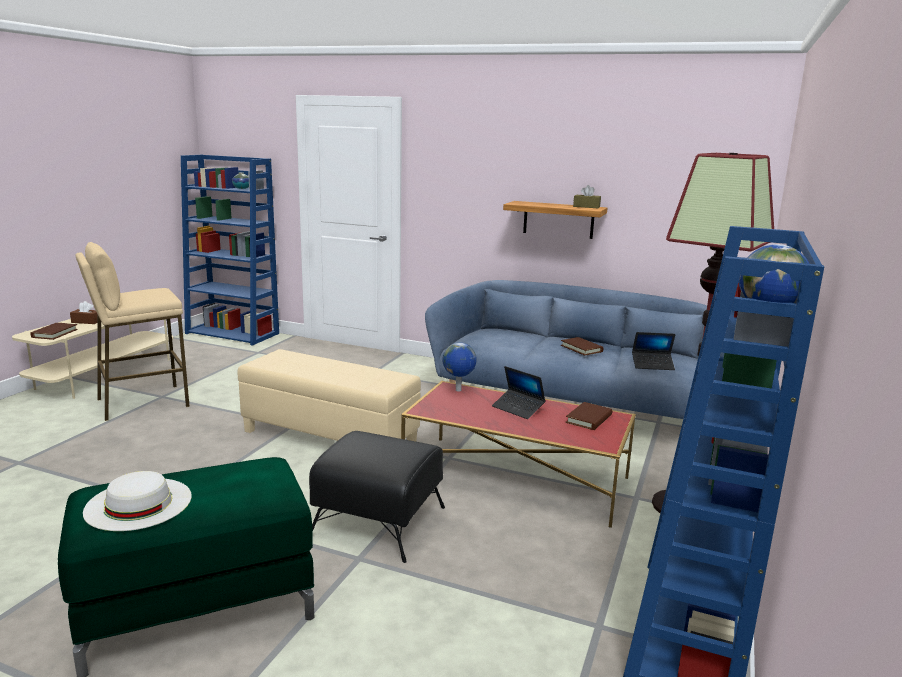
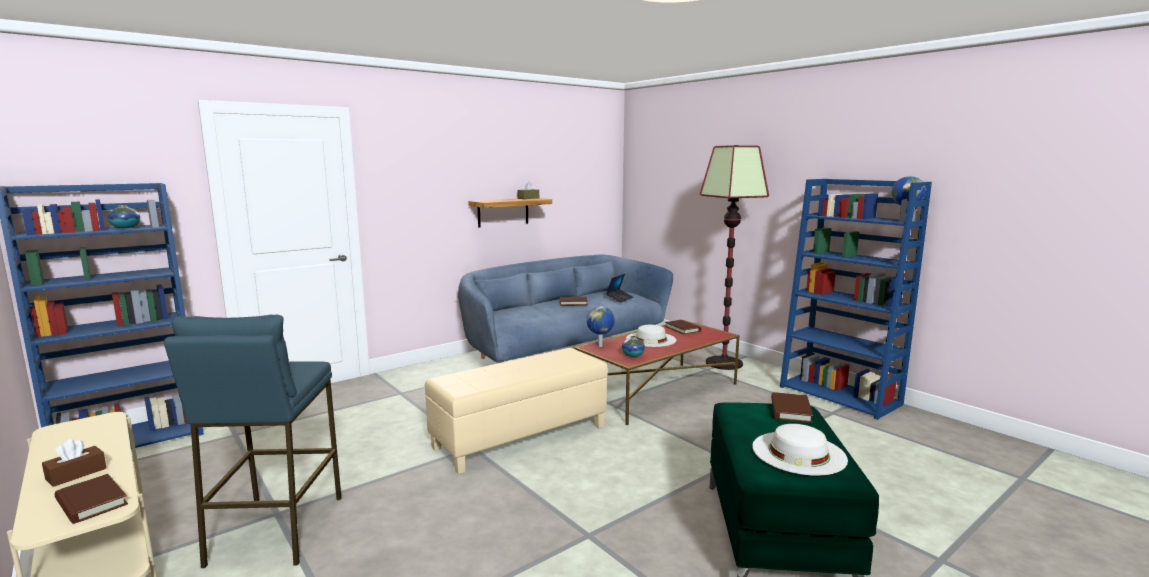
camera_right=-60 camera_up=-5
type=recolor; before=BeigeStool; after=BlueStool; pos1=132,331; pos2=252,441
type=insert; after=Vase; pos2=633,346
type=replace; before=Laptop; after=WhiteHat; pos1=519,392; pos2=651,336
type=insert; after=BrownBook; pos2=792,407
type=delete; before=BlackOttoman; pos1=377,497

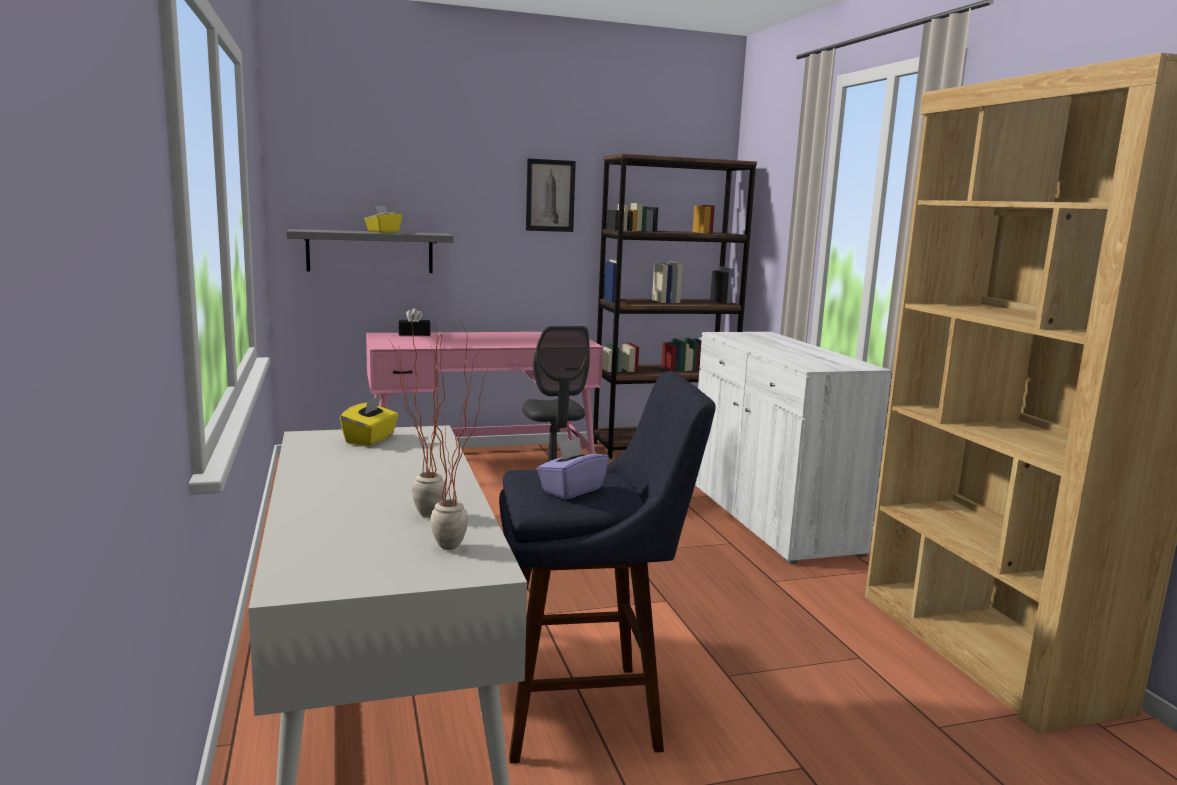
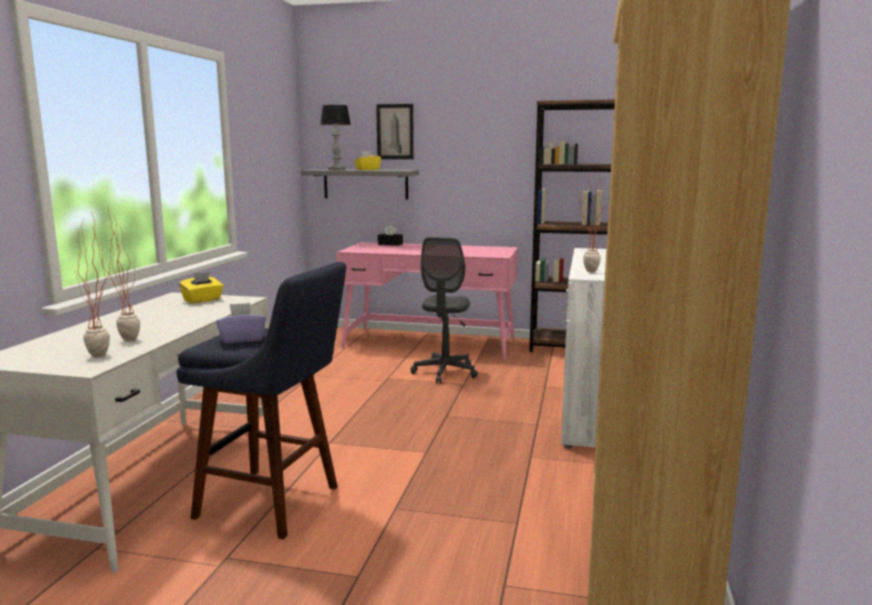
camera_right=30 camera_up=0
type=insert; after=TableLamp; pos2=335,137
type=move; before=Picture; pos1=551,195; pos2=395,131
type=insert; after=PottedPlant; pos2=590,219

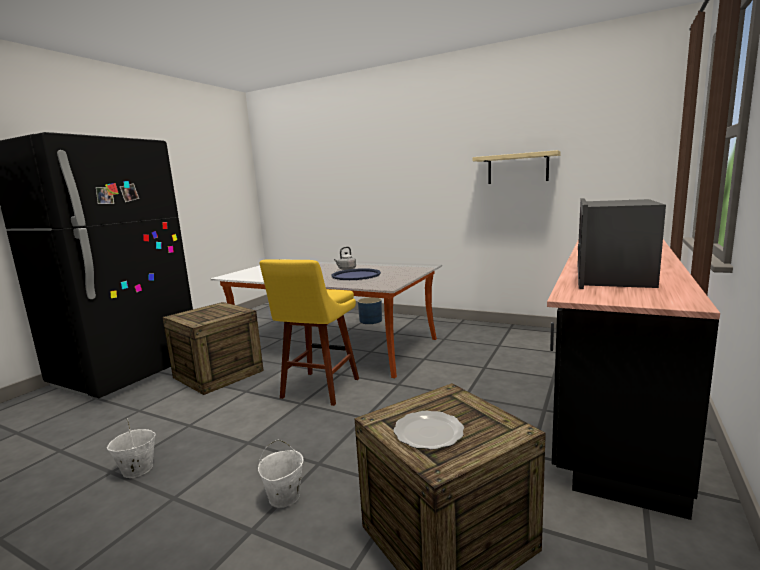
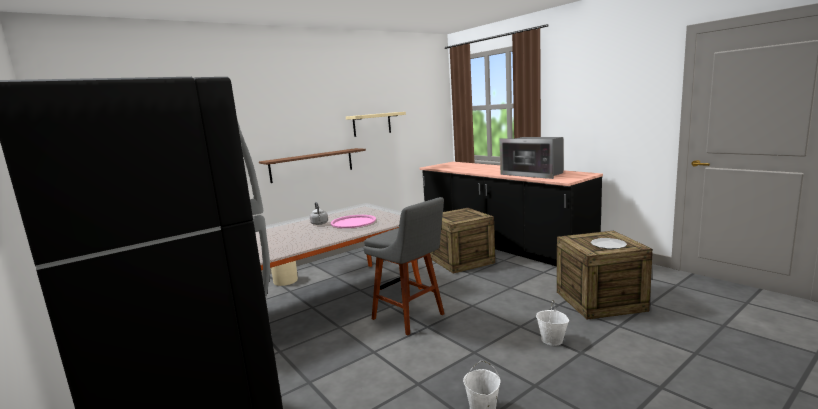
camera_right=-65 camera_up=0
type=insert; after=BrownShelf; pos2=312,165
type=recolor; before=BluePlanter; after=BeigePlanter; pos1=370,310; pos2=284,273
type=recolor; before=BlueTray; after=PinkTray; pos1=356,274; pos2=353,221
type=recolor; before=YellowStool; after=GreyStool; pos1=309,333; pos2=404,266
type=move; before=Crate; pos1=213,348; pos2=462,241

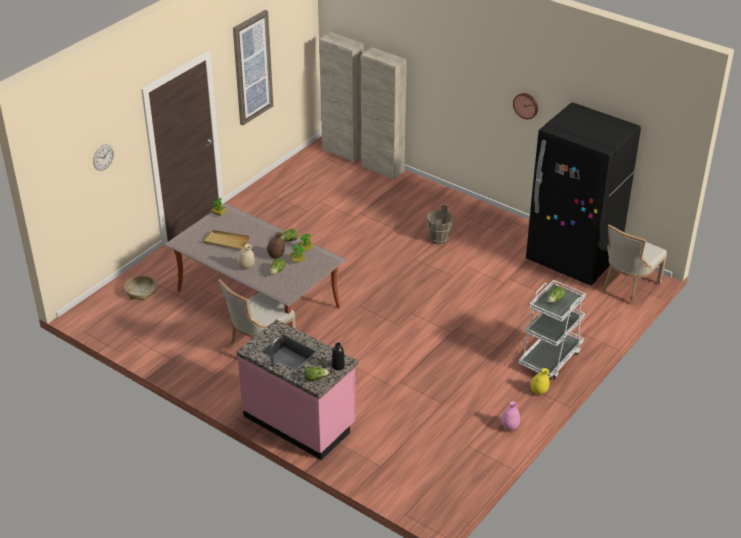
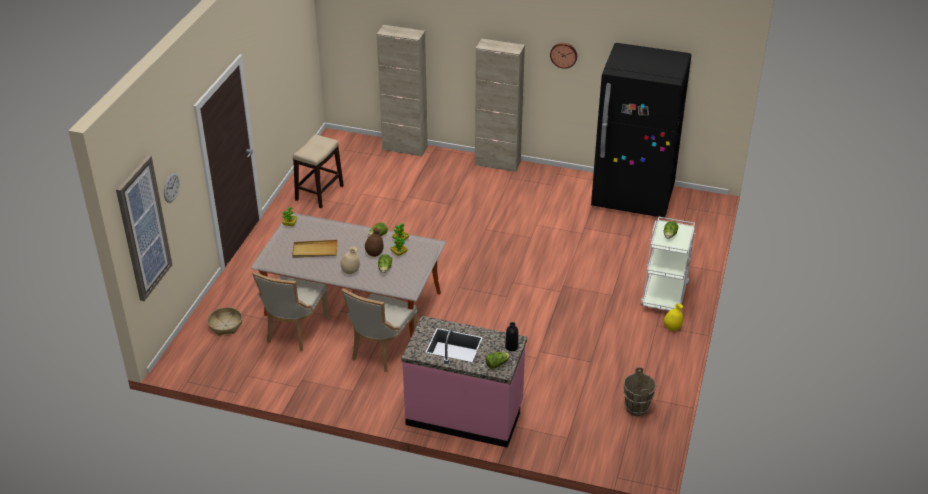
camera_right=-20 camera_up=0
type=move; before=Picture; pos1=253,67; pos2=144,228
type=move; before=BeigeChair; pos1=634,264; pos2=291,311
type=insert; after=Stool; pos2=318,171
type=move; before=BeigeCabinet; pos1=341,97; pos2=500,105
type=move; before=BrownBucket; pos1=440,225; pos2=639,391
type=delete; before=PinkVase; pos1=510,416

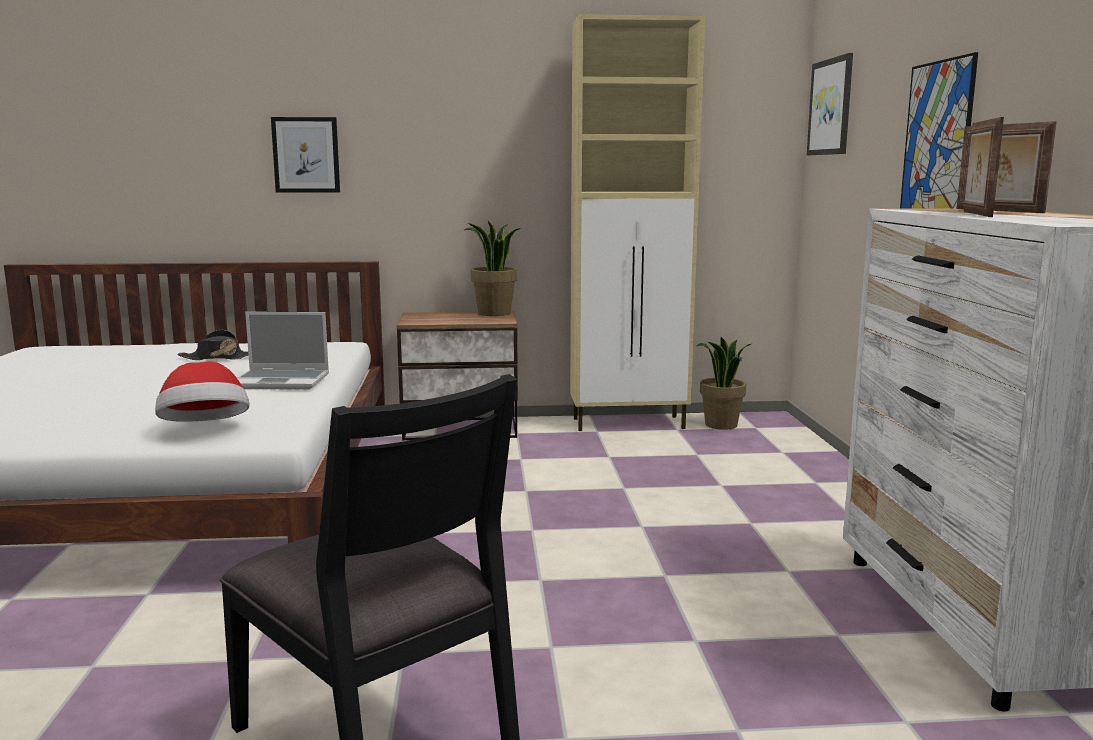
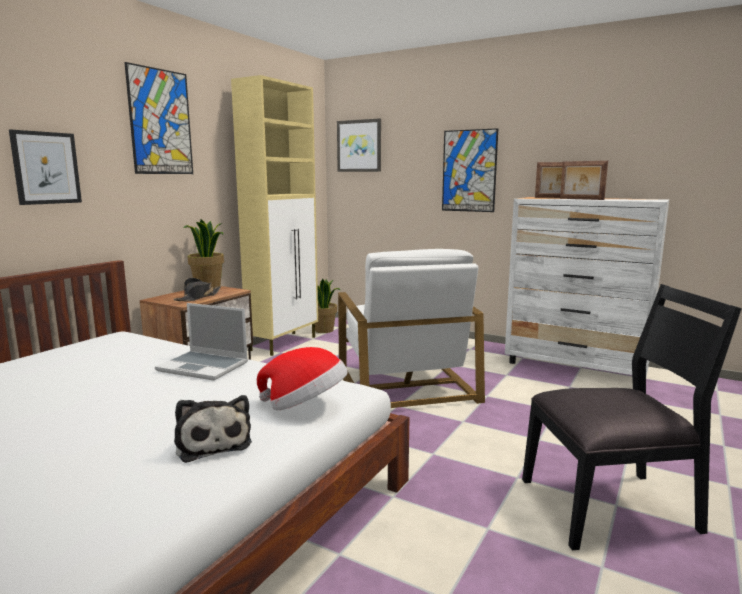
camera_right=-55 camera_up=0
type=insert; after=Picture; pos2=158,118
type=rotate; before=Laptop; pos1=283,351; pos2=201,342; turn=75
type=move; before=BlackHat; pos1=213,345; pos2=197,289
type=insert; after=PlushToy; pos2=213,429
type=insert; after=WhiteArmchair; pos2=411,328

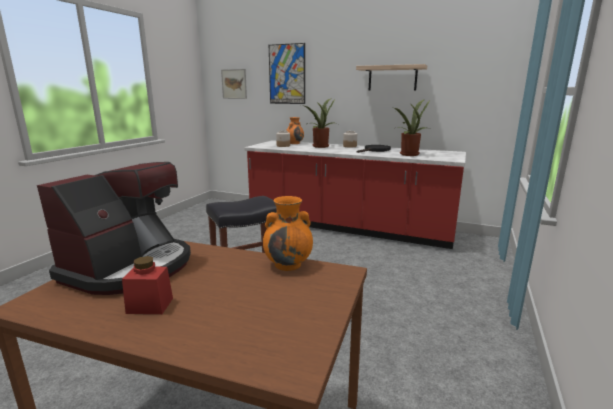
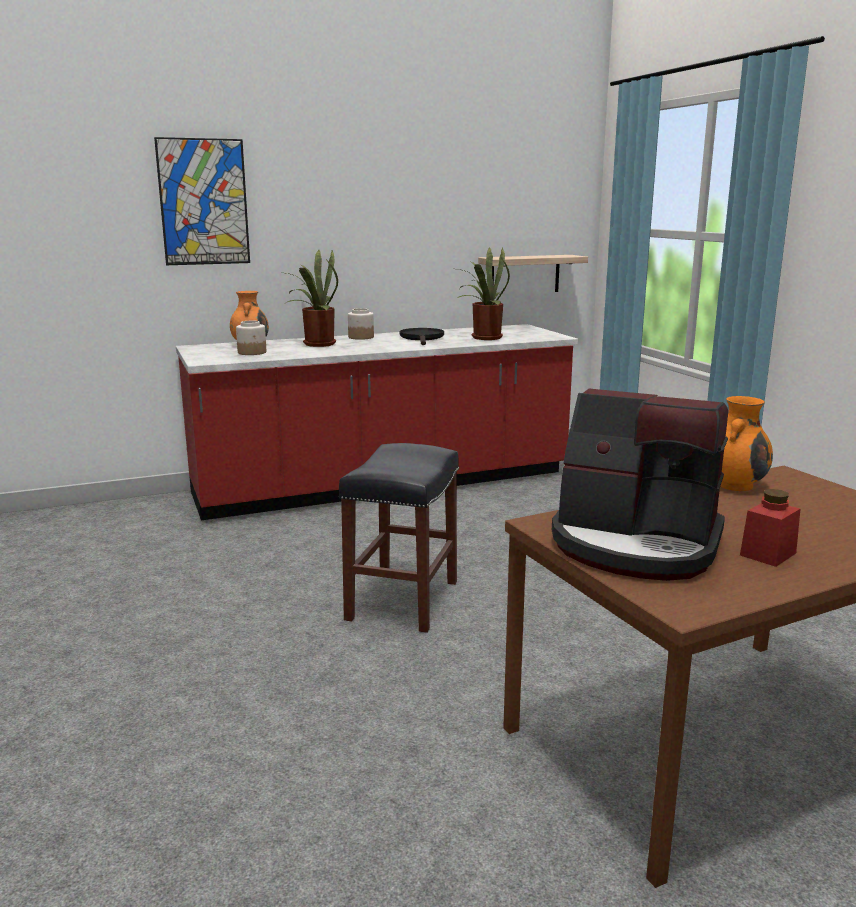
camera_right=-45 camera_up=0
type=move; before=Shelf; pos1=391,77; pos2=533,273
type=rotate; before=CoffeeMachine; pos1=114,228; pos2=640,485; turn=135
type=delete; before=Picture; pos1=234,84

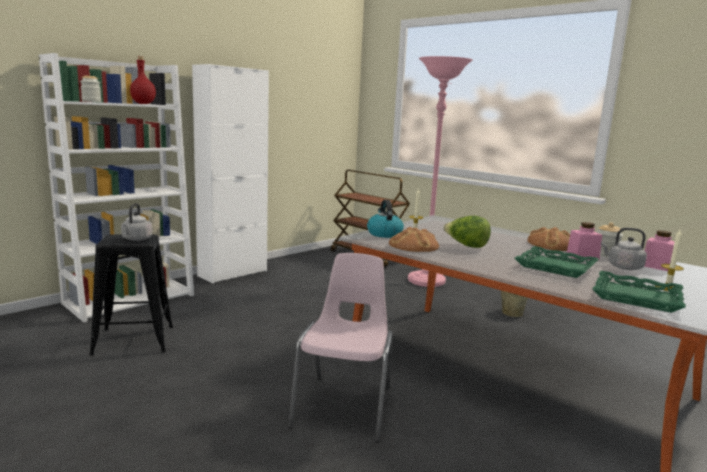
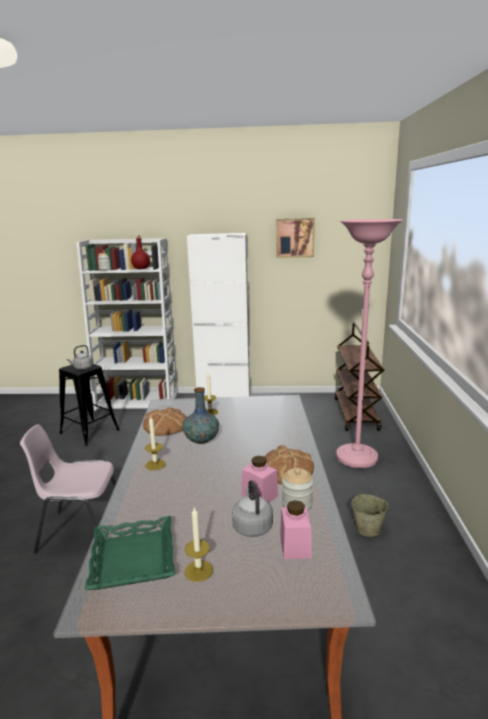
camera_right=50 camera_up=5
type=rotate; before=PinkChair; pos1=340,347; pos2=68,488; turn=-150
type=insert; after=Candle; pos2=155,443
type=replace; before=Lettuce; after=Vase; pos1=467,232; pos2=200,415
type=insert; after=Picture; pos2=295,238
type=delete; before=Kettle; pos1=385,219
type=delete; before=GreenTray; pos1=557,262

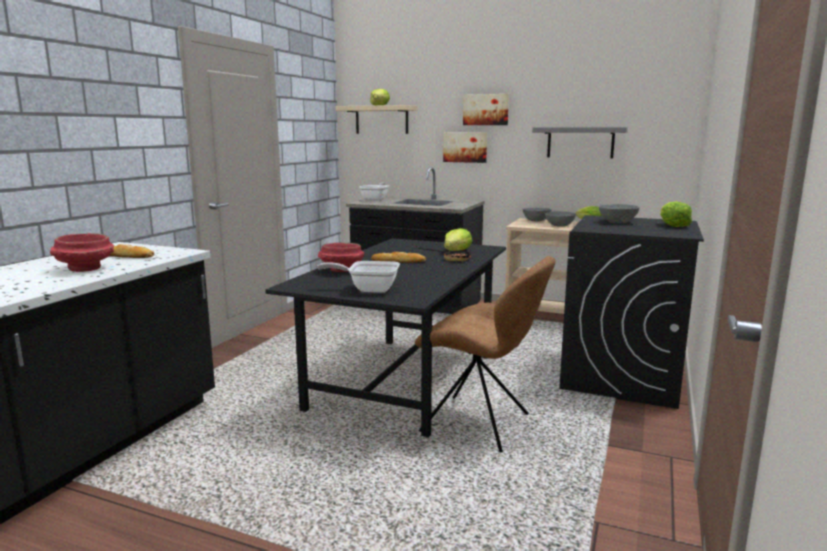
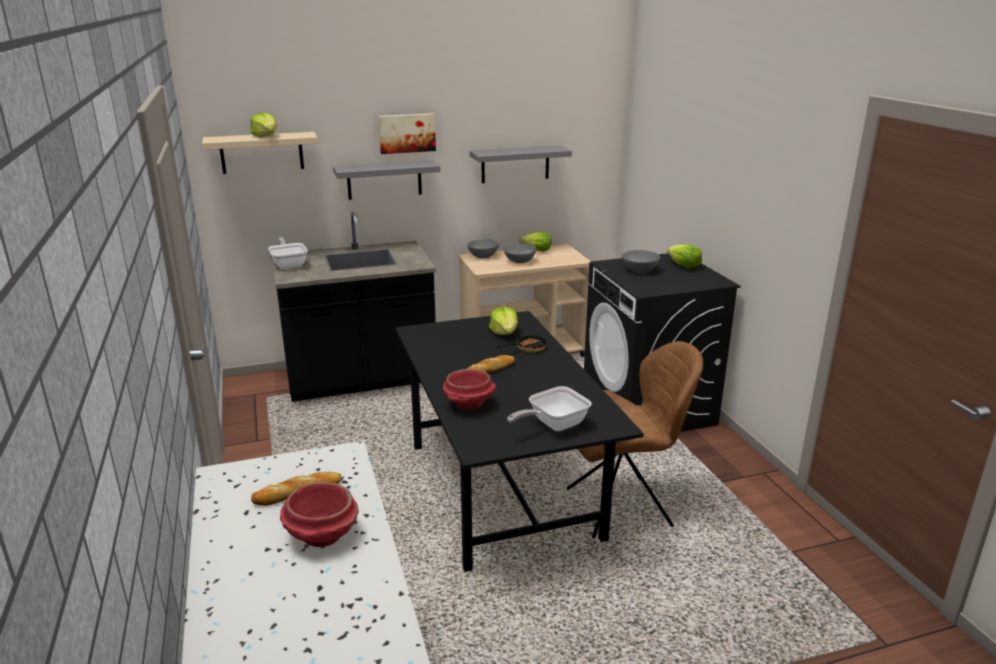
camera_right=-40 camera_up=10
type=replace; before=Picture; after=GreyShelf; pos1=465,148; pos2=386,180

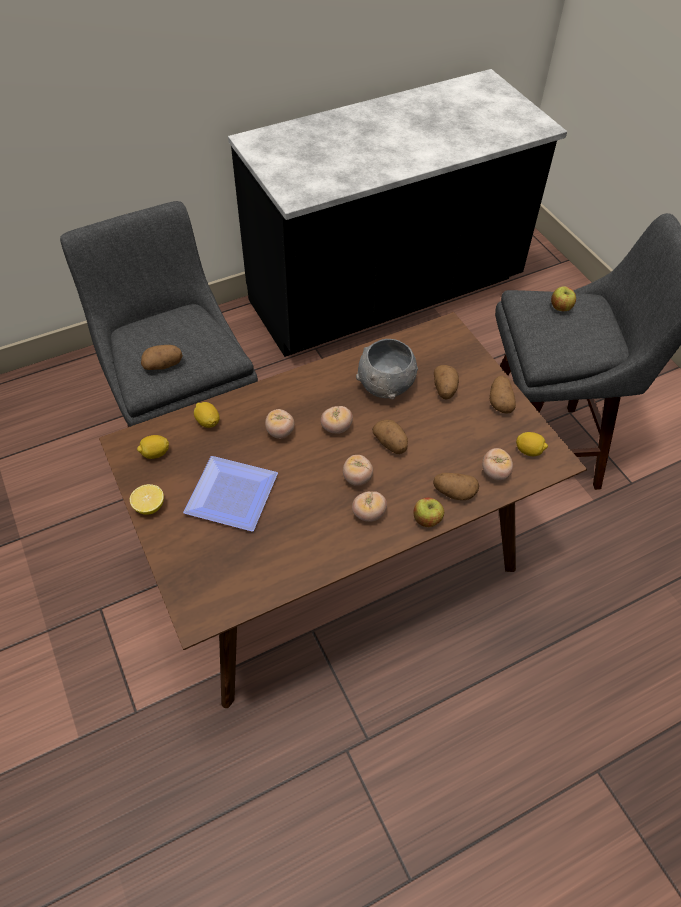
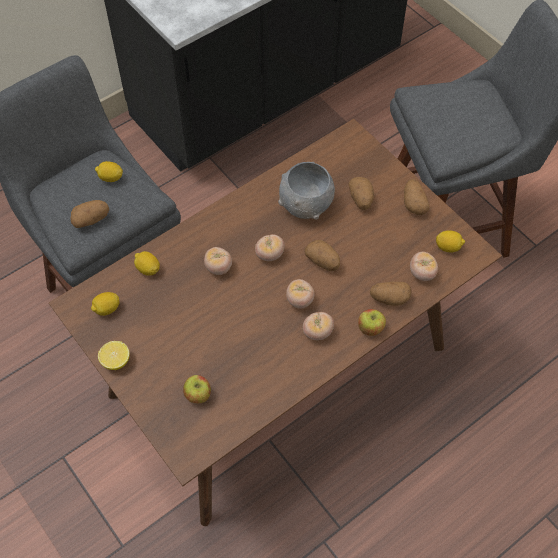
camera_right=-10 camera_up=5
type=insert; after=Lemon; pos2=109,171
type=move; before=Apple; pos1=563,298; pos2=197,389
type=delete; before=Plate; pos1=230,494

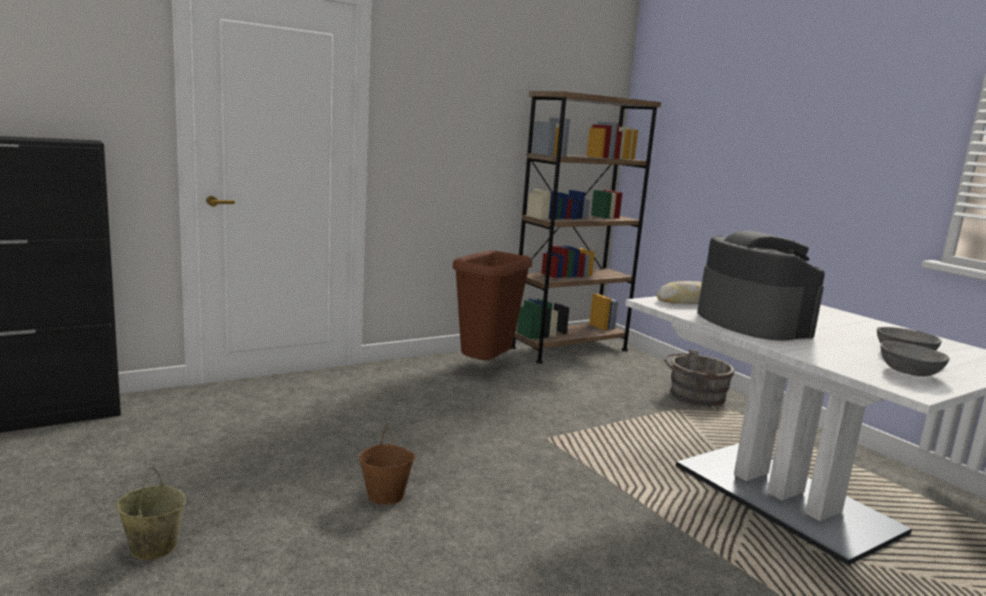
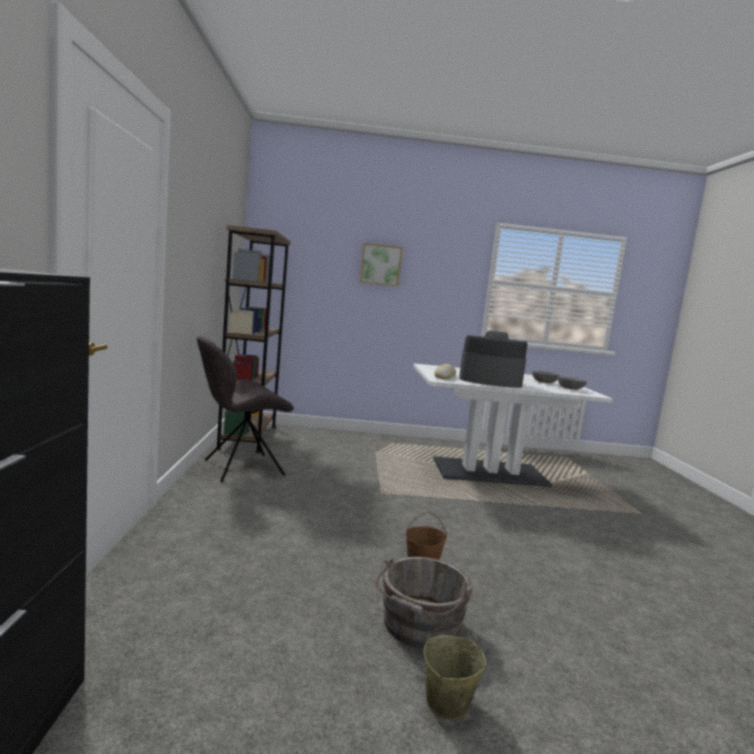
camera_right=-60 camera_up=-5
type=replace; before=BrownTrashCan; after=GreyChair; pos1=492,305; pos2=245,409
type=insert; after=Picture; pos2=381,264
type=move; before=GreyBucket; pos1=699,377; pos2=424,602

